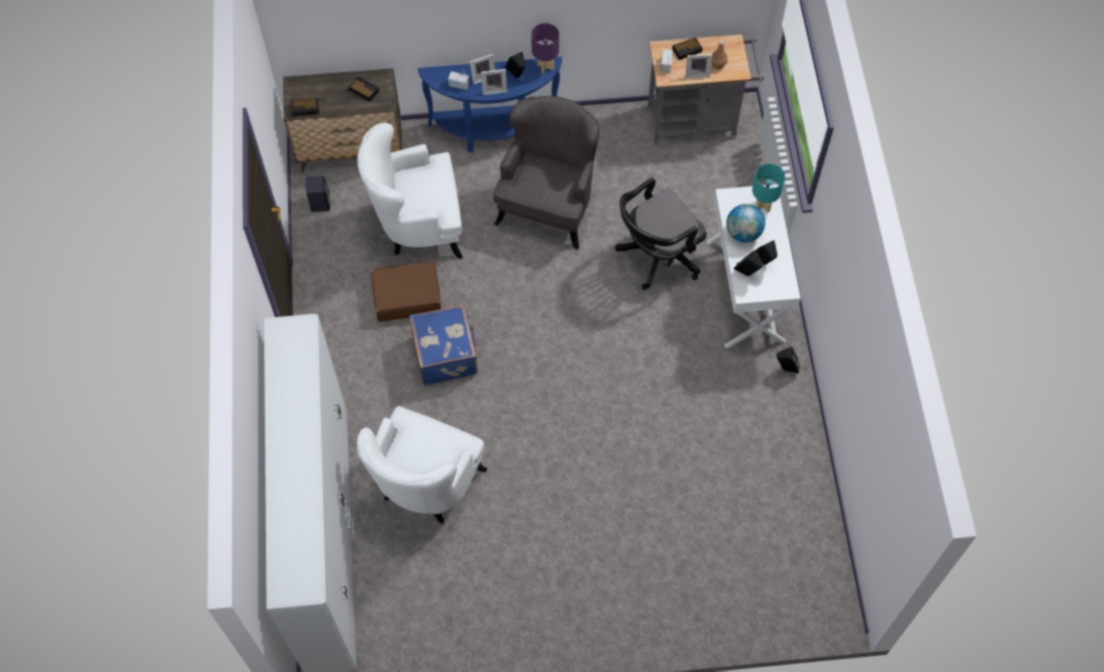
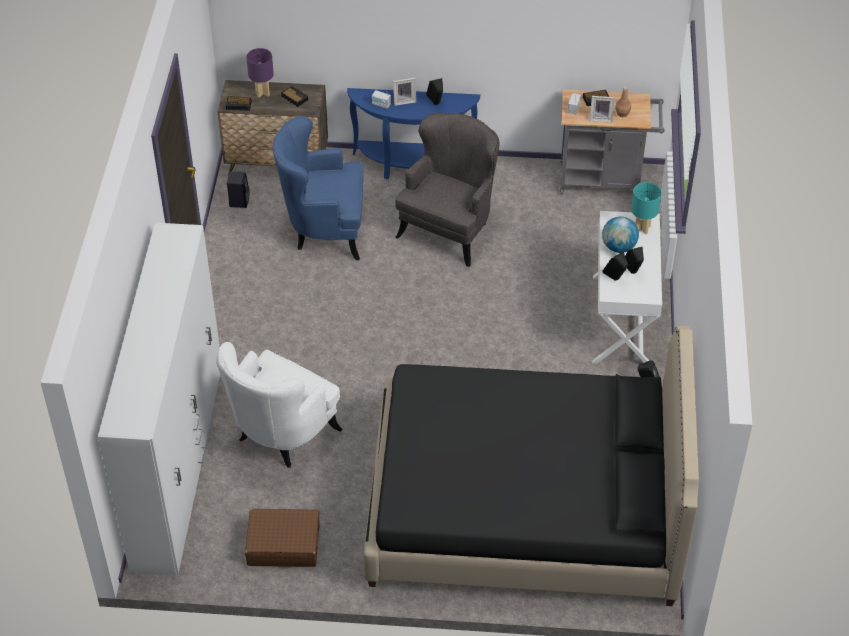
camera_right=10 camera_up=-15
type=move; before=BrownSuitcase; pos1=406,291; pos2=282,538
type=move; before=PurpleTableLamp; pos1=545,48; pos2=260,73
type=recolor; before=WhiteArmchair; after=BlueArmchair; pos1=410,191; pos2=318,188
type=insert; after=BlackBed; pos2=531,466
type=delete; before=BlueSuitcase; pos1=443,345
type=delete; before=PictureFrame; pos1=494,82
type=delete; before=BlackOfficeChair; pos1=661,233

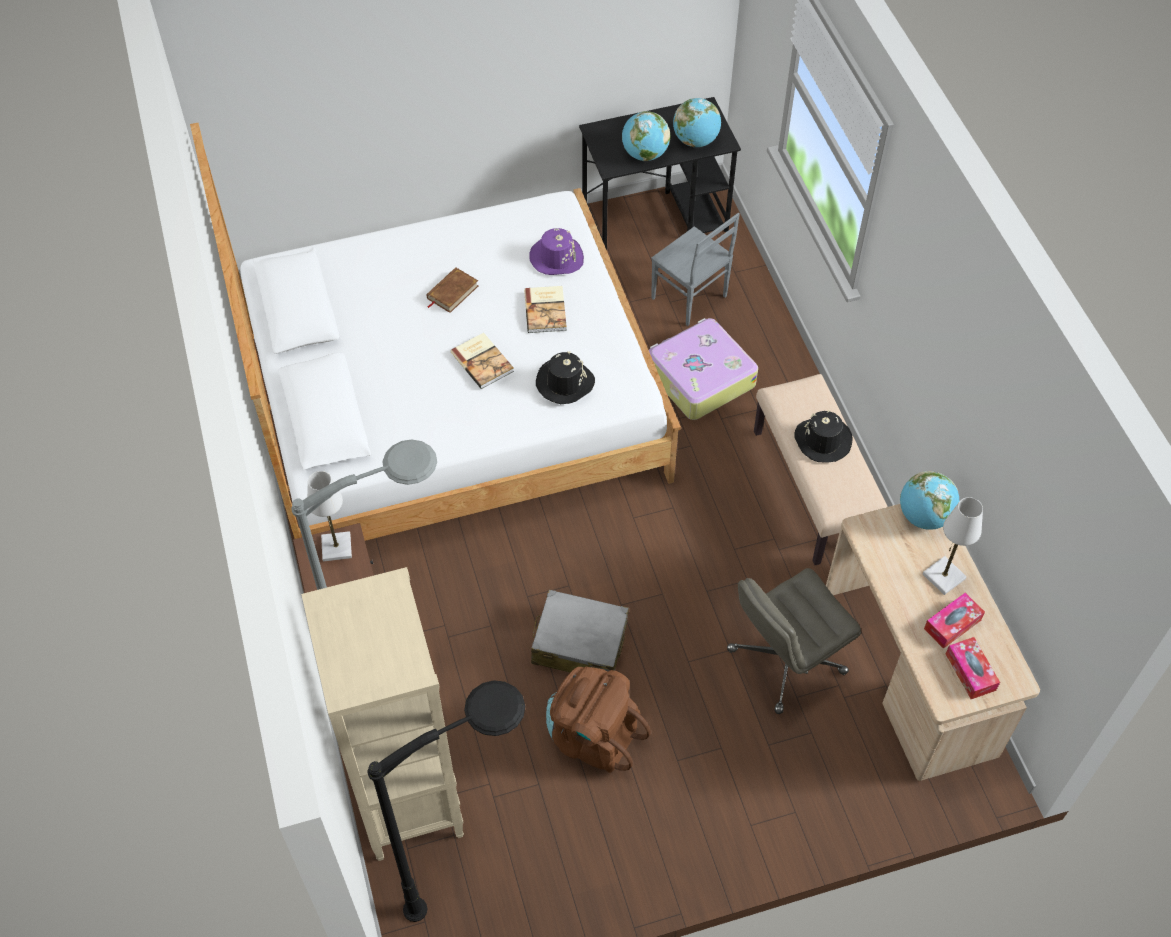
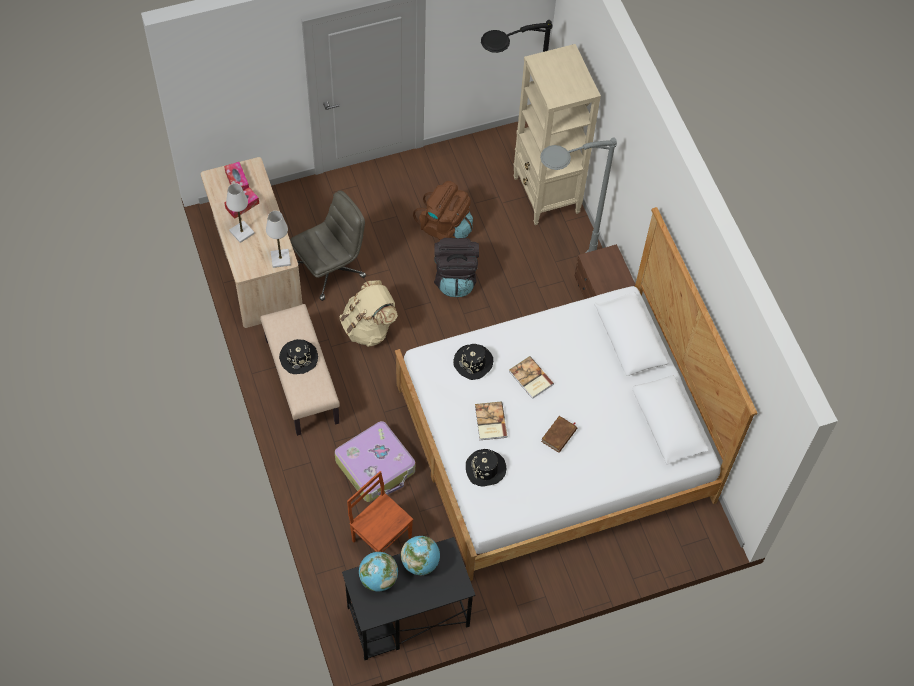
camera_right=175 camera_up=5
type=move; before=WhiteTableLamp; pos1=329,516; pos2=278,239
type=insert; after=BeigeBackpack; pos2=369,313
type=recolor; before=GreyChair; after=BrownChair; pos1=695,269; pos2=380,511
type=replace; before=GreySuitcase; after=BlackBackpack; pos1=580,630; pos2=456,267
type=recolor; before=PurpleHat; after=BlackHat; pos1=556,251; pos2=486,468
type=delete; before=Globe; pos1=929,500

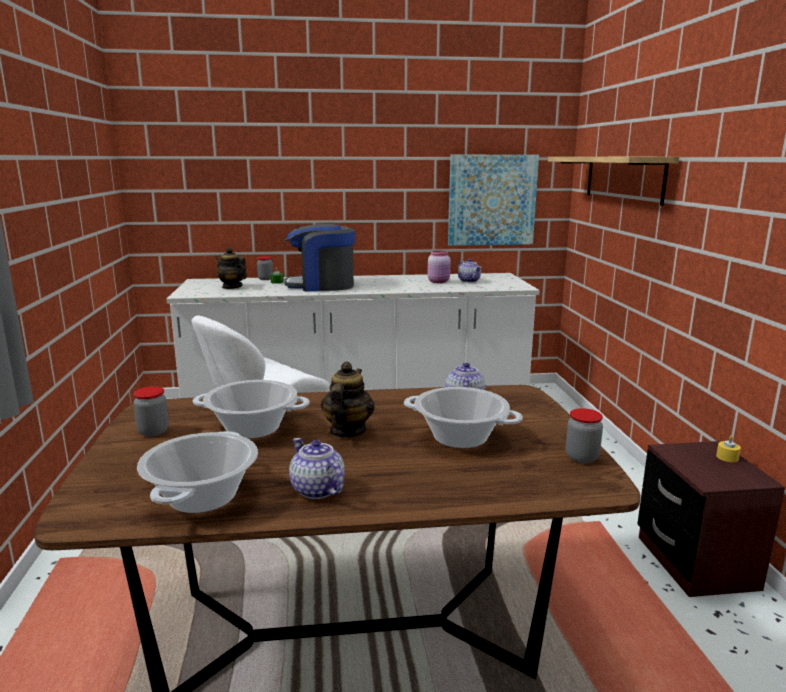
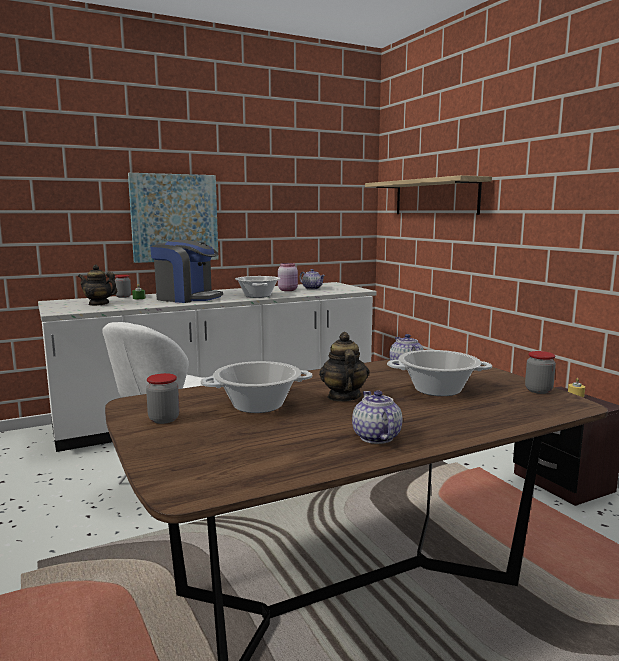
camera_right=-20 camera_up=-5
type=move; before=Picture; pos1=493,200; pos2=173,218
type=rotate; before=CoffeeMachine; pos1=319,257; pos2=186,271; turn=-135
type=move; before=CookingPot; pos1=197,472; pos2=257,287
type=rotate; before=Teapot; pos1=317,468; pos2=377,417; turn=45

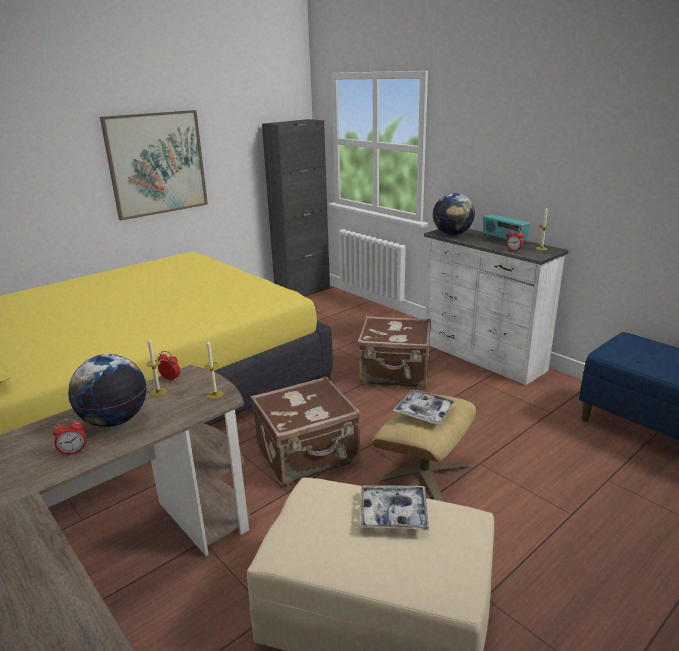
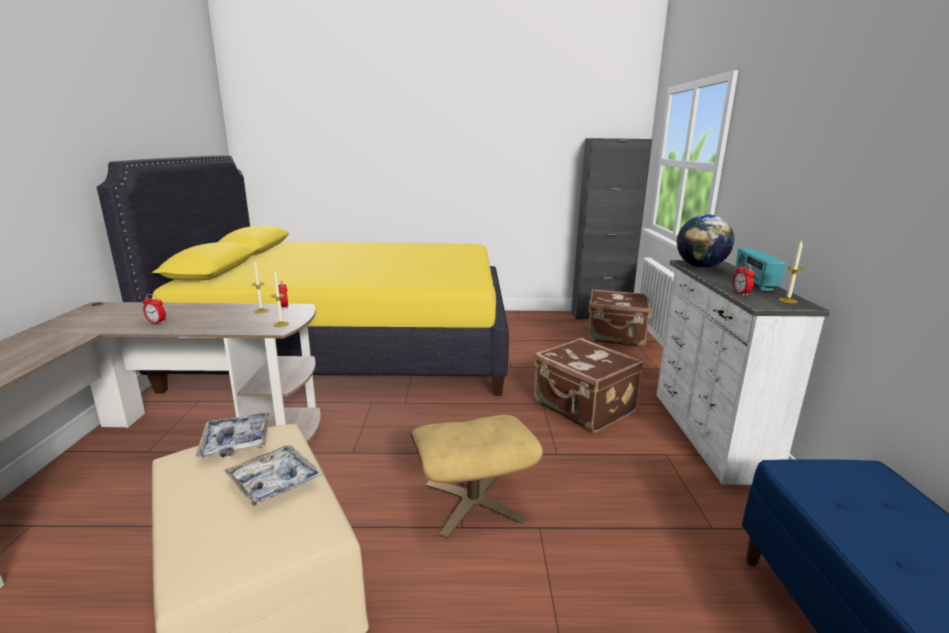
camera_right=40 camera_up=-5
type=move; before=Tray; pos1=424,406; pos2=232,434
type=move; before=BrownSuitcase; pos1=306,431; pos2=619,318
type=delete; before=Globe; pos1=107,390
type=delete; before=Picture; pos1=154,165

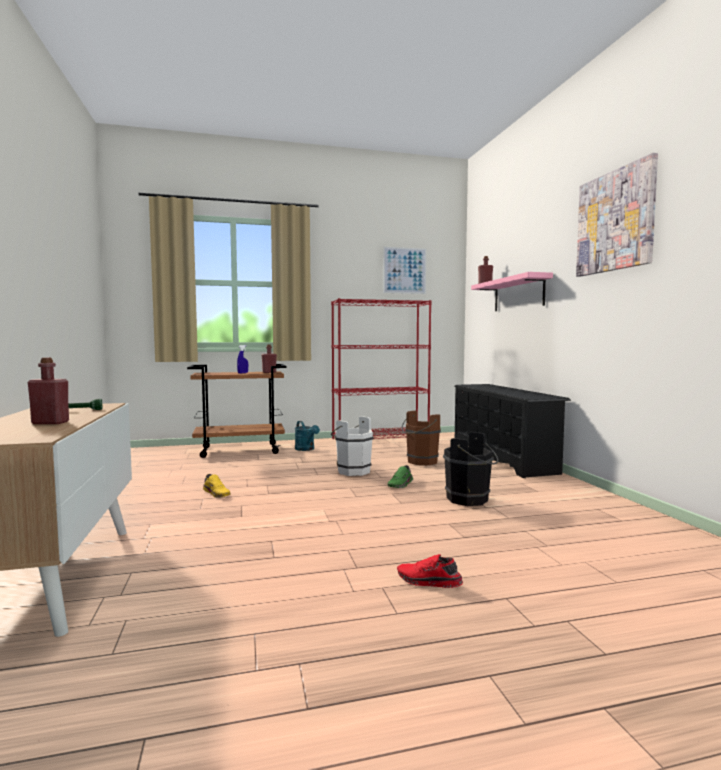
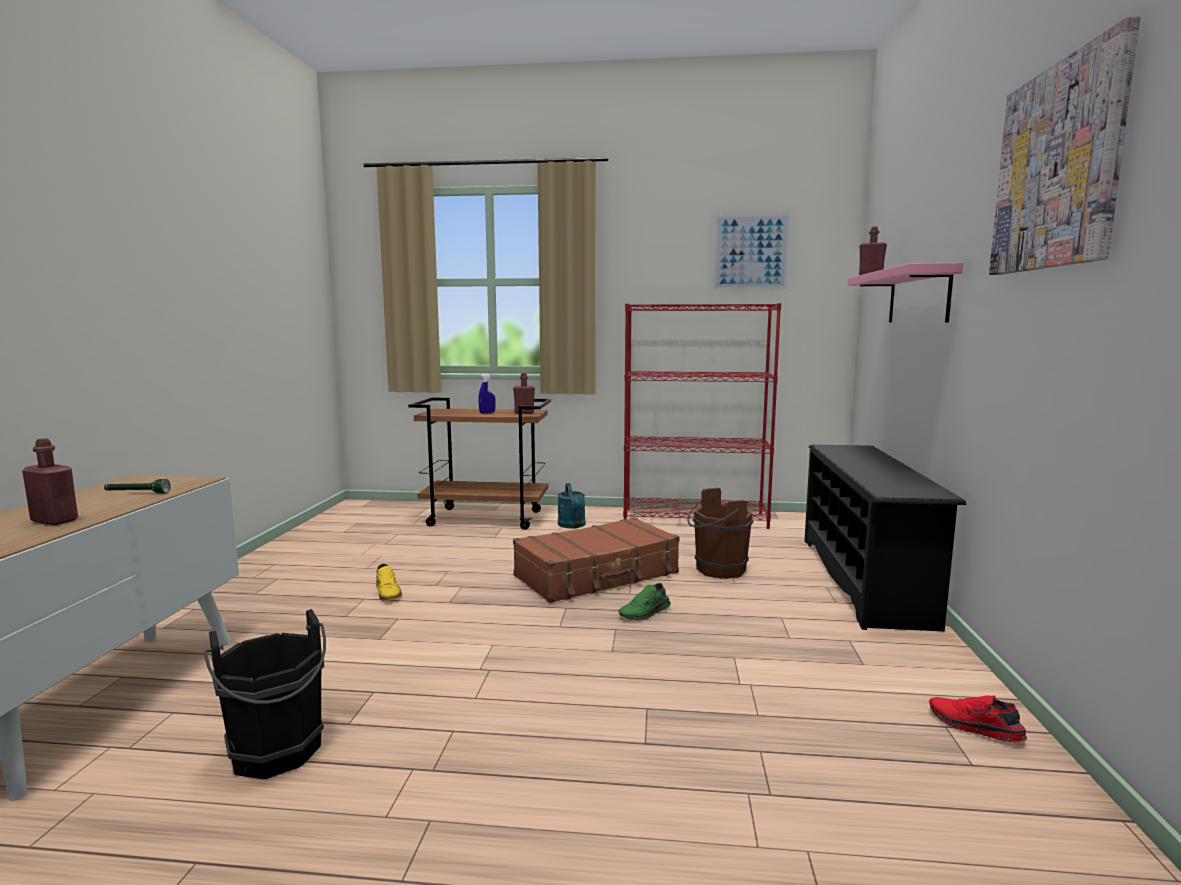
camera_right=20 camera_up=5
type=move; before=BlackBucket; pos1=471,469; pos2=265,694
type=replace; before=WhiteBucket; after=BrownSuitcase; pos1=352,446; pos2=596,560
type=move; before=RedShoe; pos1=430,571; pos2=978,719

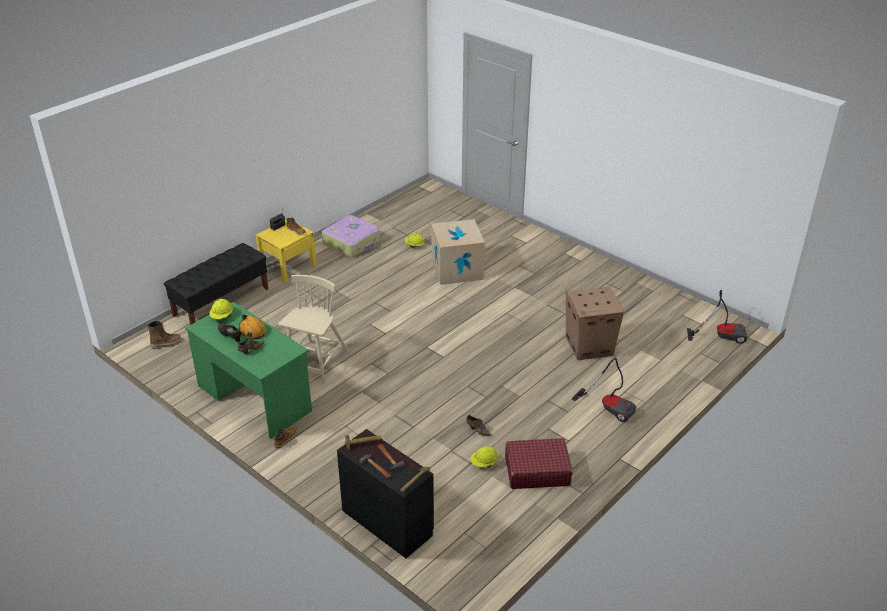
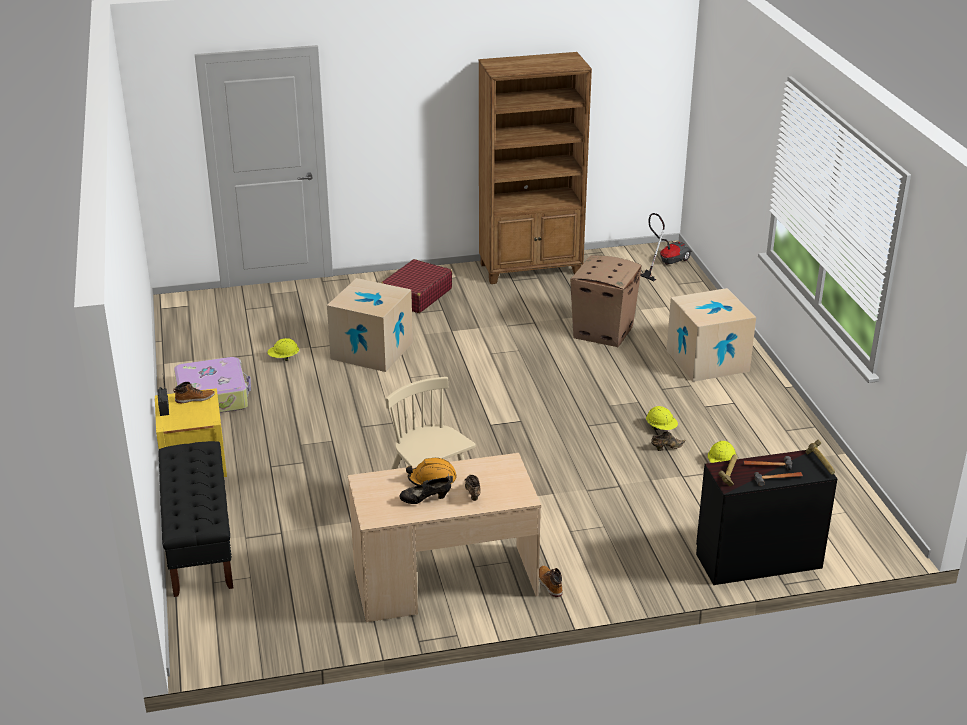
camera_right=-55 camera_up=-5
type=recolor; before=GreenDesk; after=BeigeDesk; pos1=248,370; pos2=444,537
type=move; before=RedSuitcase; pos1=539,463; pos2=416,286
type=insert; after=BrownBookcase; pos2=535,168
type=move; before=YellowHardHat; pos1=221,309; pos2=662,418
type=replace; before=VacuumCleaner; after=CardboardBox; pos1=603,390; pos2=711,335
type=delete; before=Boot; pos1=164,335

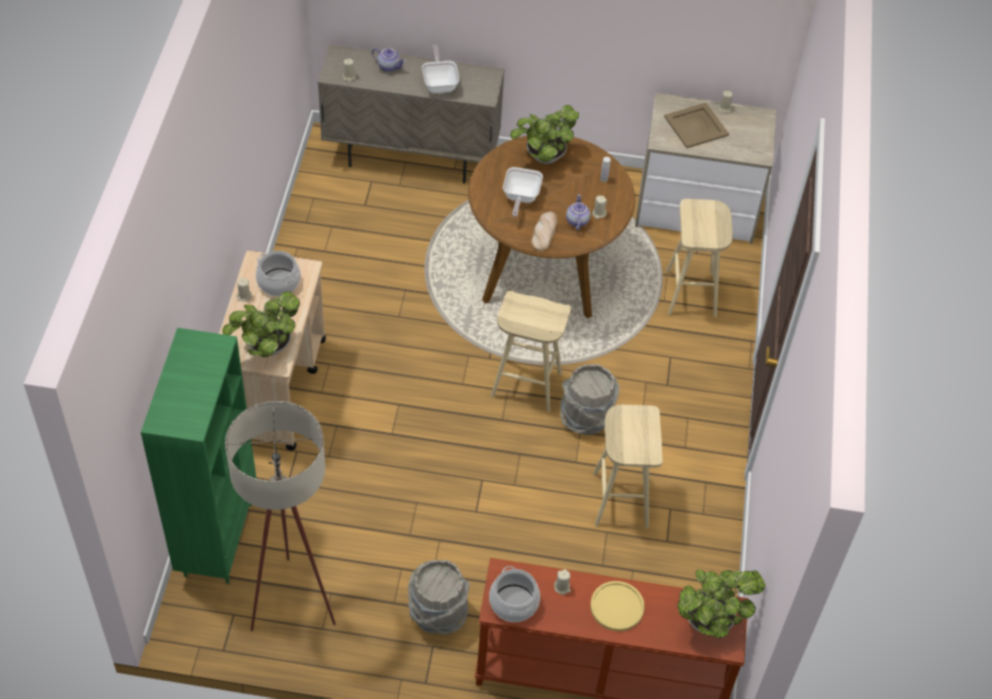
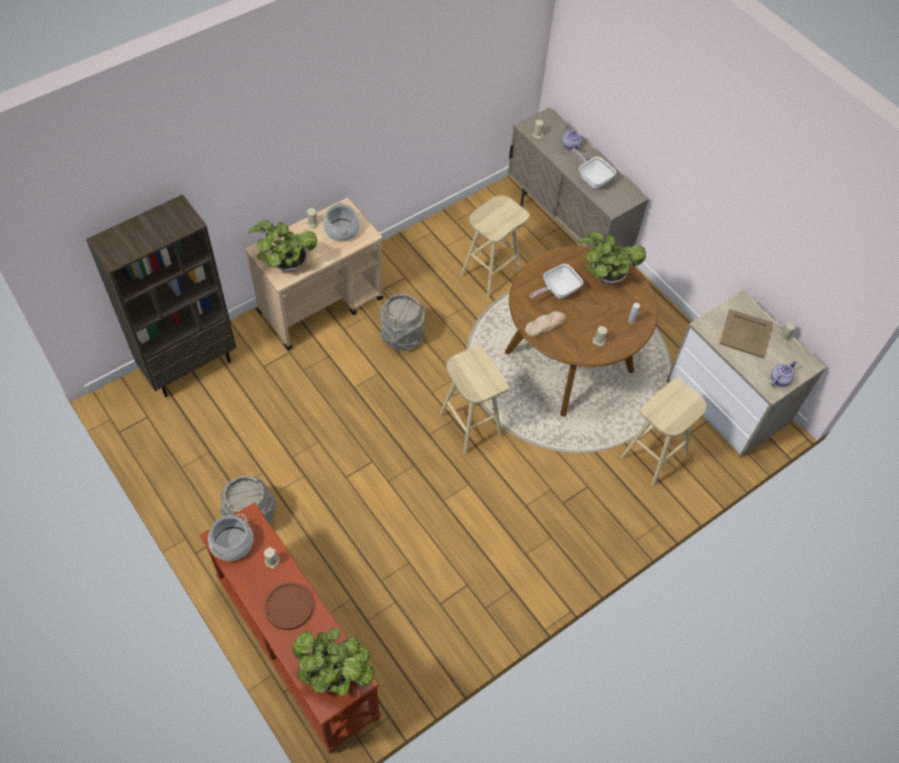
camera_right=45 camera_up=5
type=recolor; before=GreenBookcase; after=BrownBookcase; pos1=198,456; pos2=161,295
type=recolor; before=YellowPlate; after=BrownPlate; pos1=617,606; pos2=288,606
type=move; before=GreyBucket; pos1=590,399; pos2=402,322
type=move; before=BeigeStool; pos1=628,466; pos2=495,246
type=rotate; before=FryingPan; pos1=440,68; pos2=593,168; turn=-75
type=move; before=Teapot; pos1=578,212; pos2=784,373
type=delete; before=BeigeFloorLamp; pos1=280,516

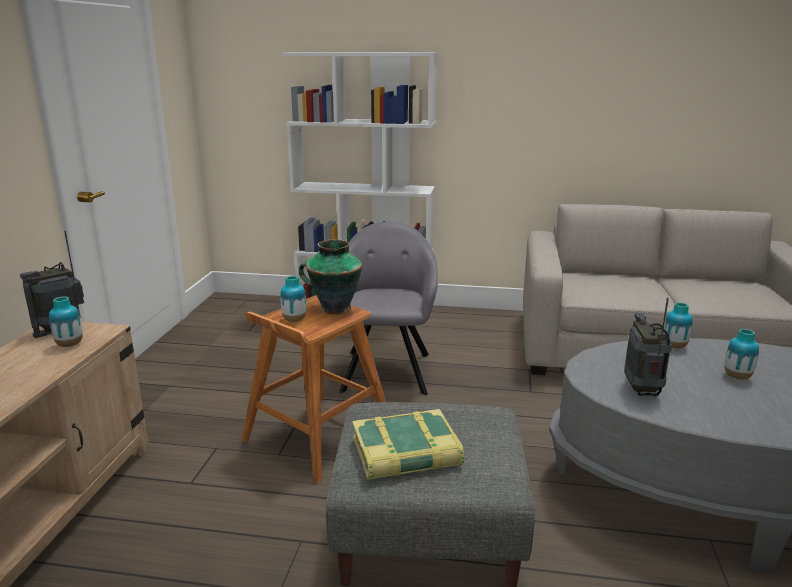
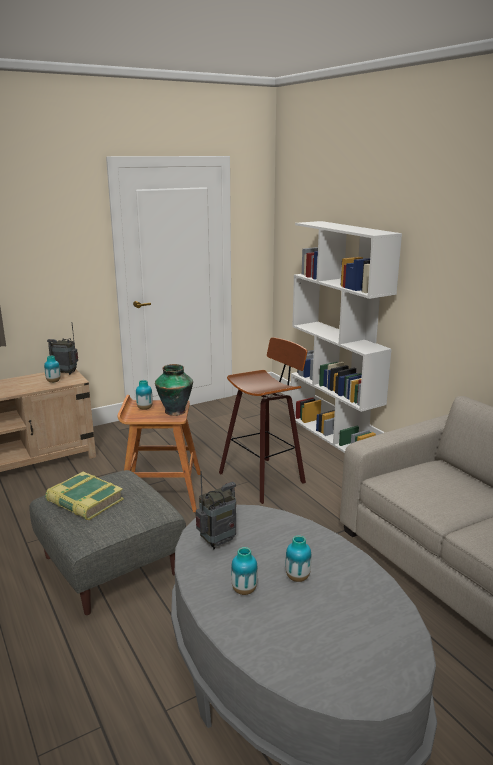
camera_right=50 camera_up=0
type=replace; before=GreyArmchair; after=Stool; pos1=388,308; pos2=263,420
type=move; before=Vase; pos1=678,325; pos2=244,571

